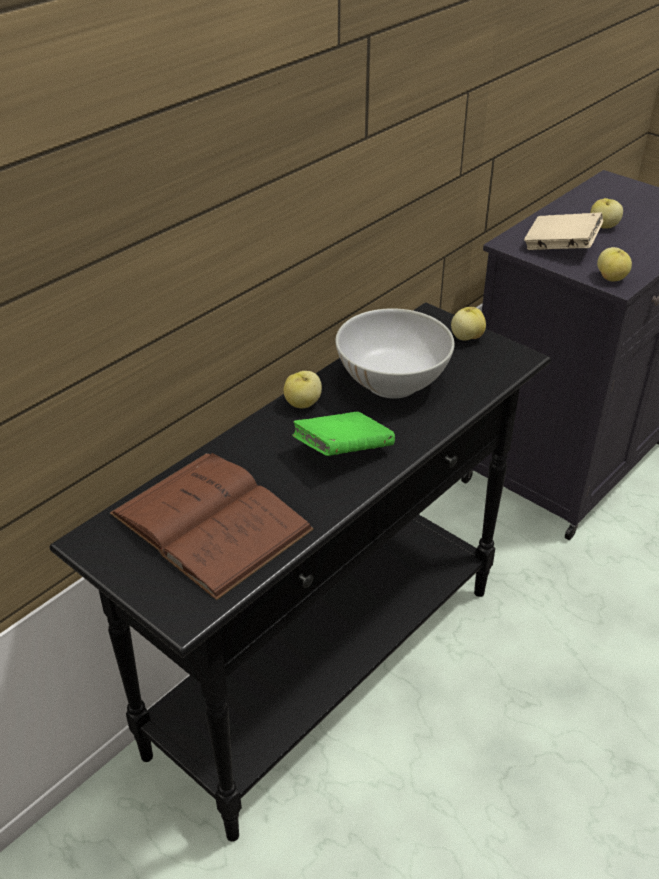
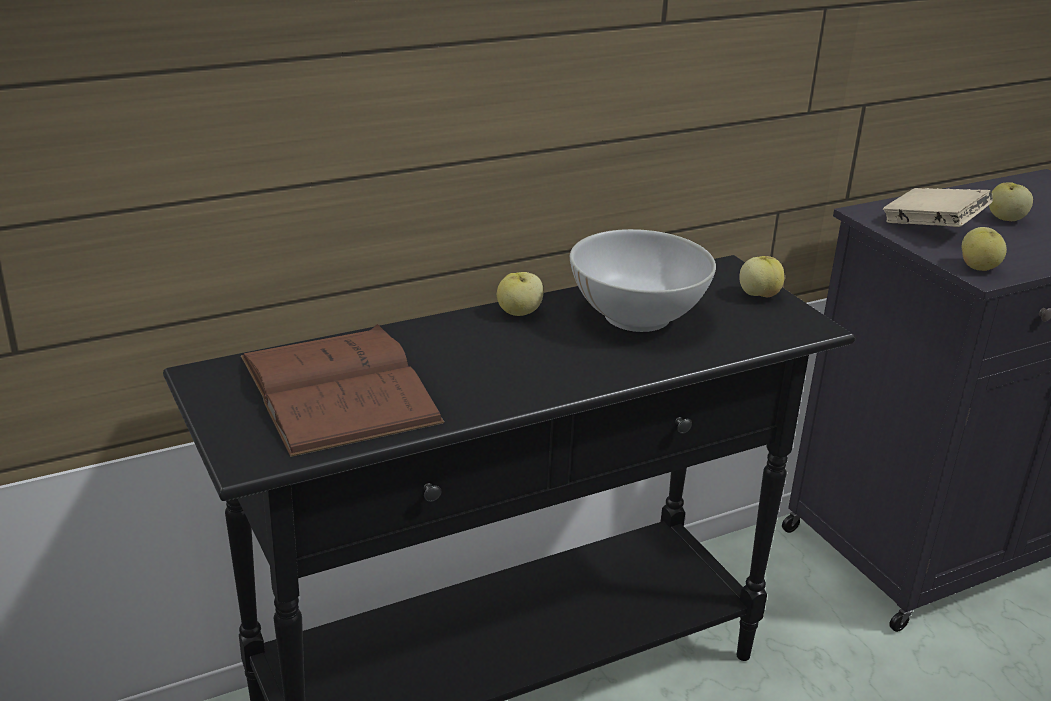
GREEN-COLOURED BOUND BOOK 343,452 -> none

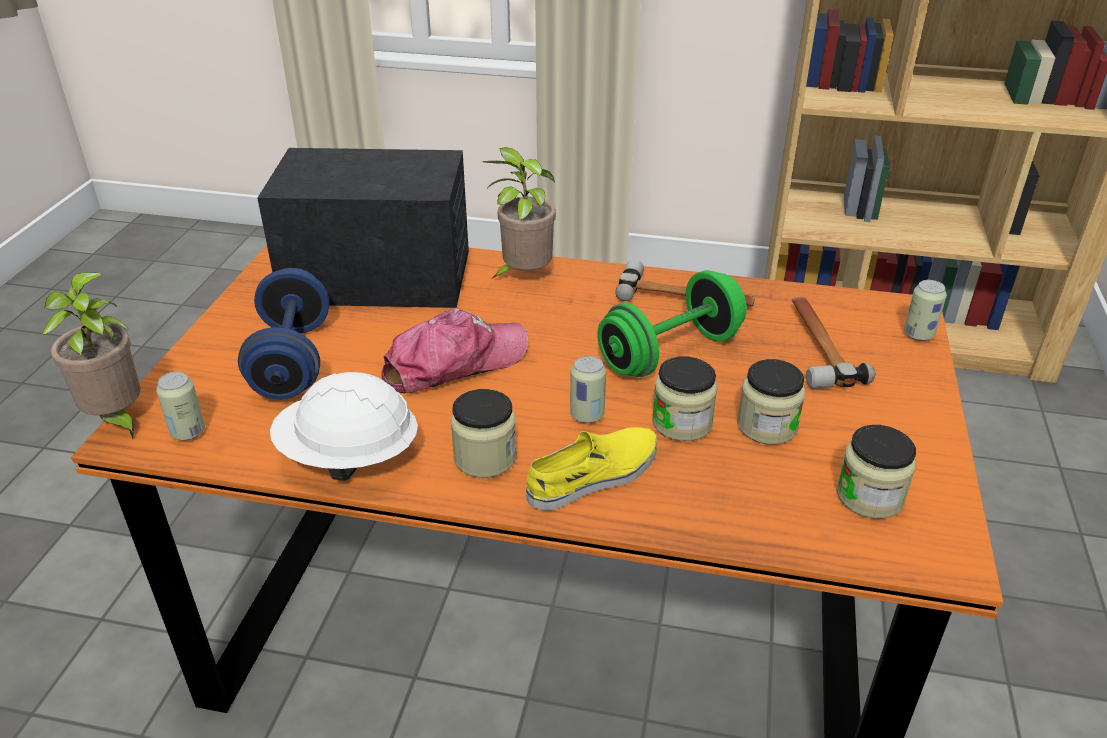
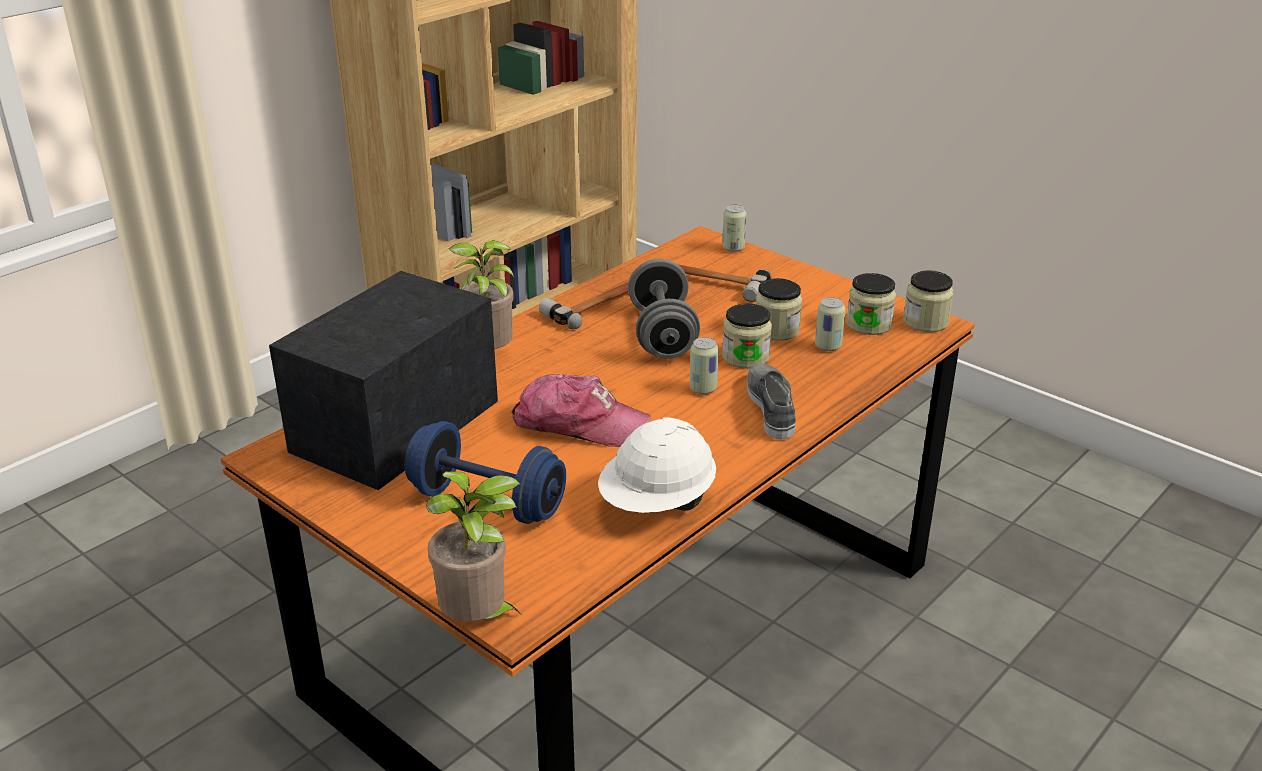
CAP 454,363 -> CAP 579,424, 105 degrees clockwise
GREEN-COLOURED FREE WEIGHT 670,353 -> GRAY FREE WEIGHT 662,334
YELLOWISH SHOE 595,476 -> GRAY SHOE 772,406
SEALED CAN 188,432 -> SEALED CAN 828,346, move
STORAGE JAR 485,457 -> STORAGE JAR 925,322, move

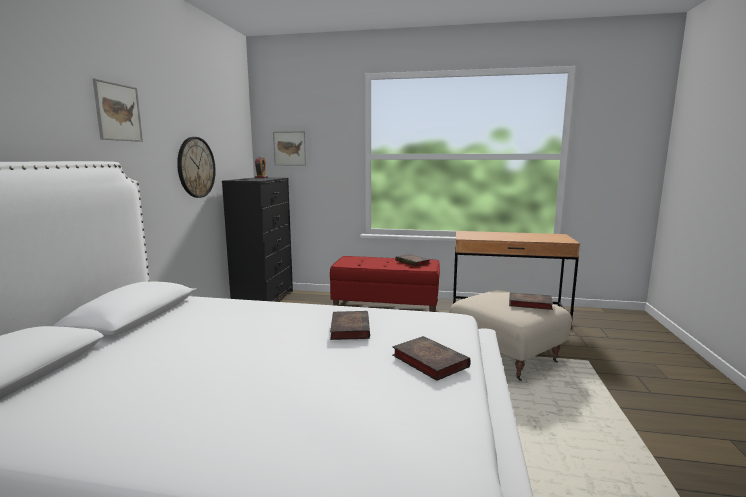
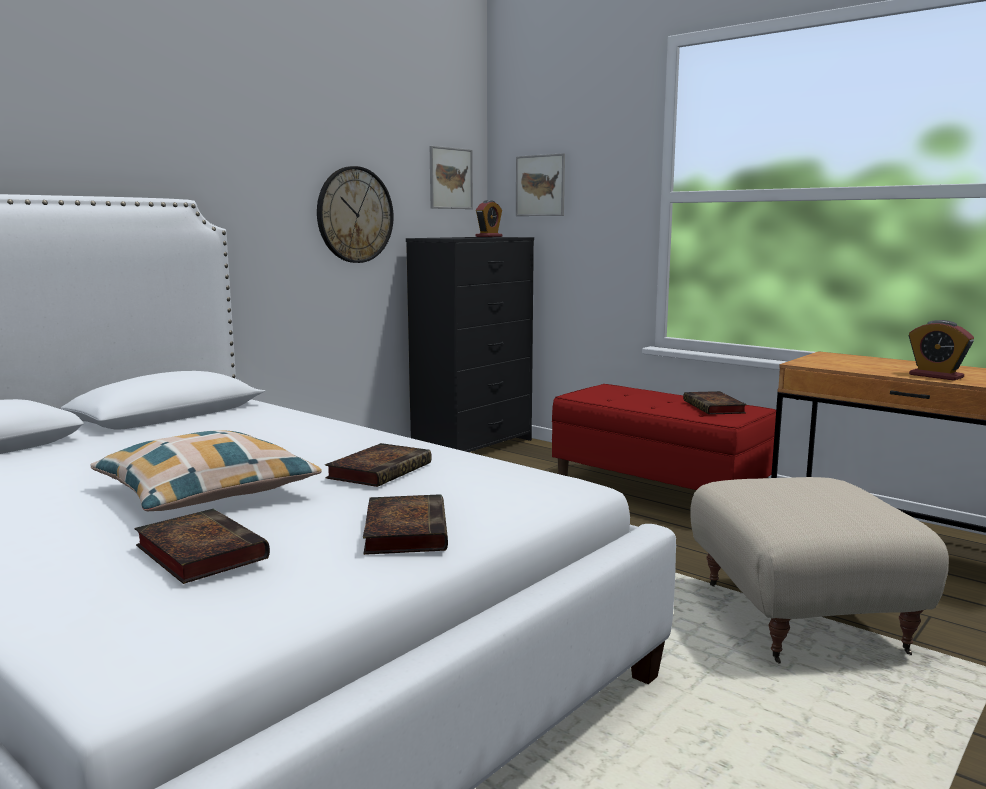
none -> CUSHION 207,491
BOUND BOOK 528,304 -> BOUND BOOK 198,552, move
PICTURE 118,112 -> PICTURE 450,178, move
none -> TABLE CLOCK 936,376

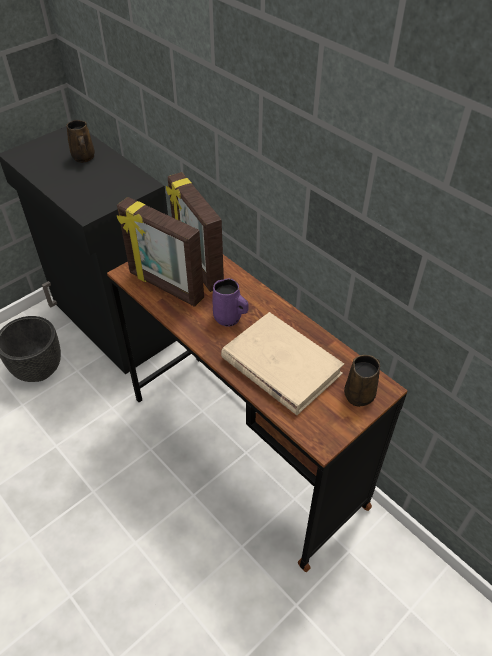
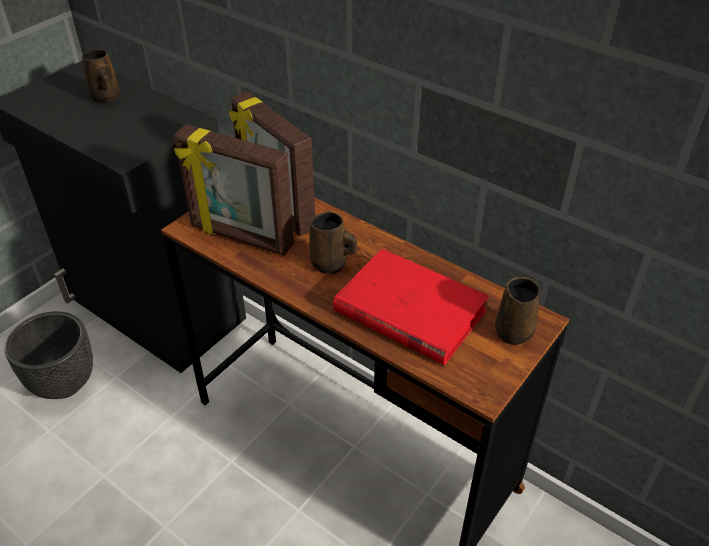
PURPLE MUG 229,318 -> BROWN MUG 331,264
BEIGE BOUND BOOK 280,365 -> RED-COLOURED BOUND BOOK 409,310

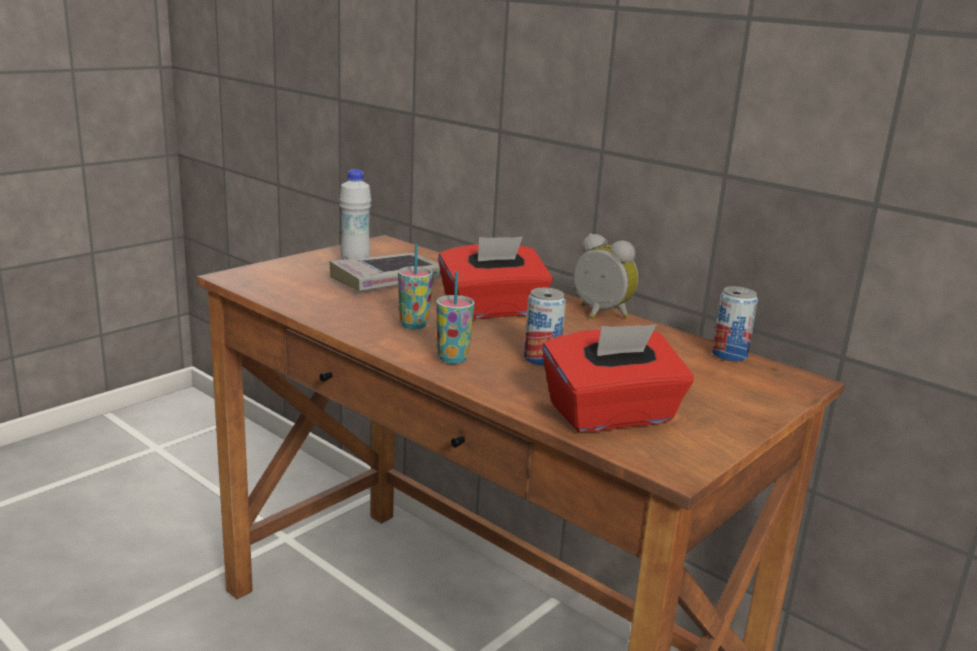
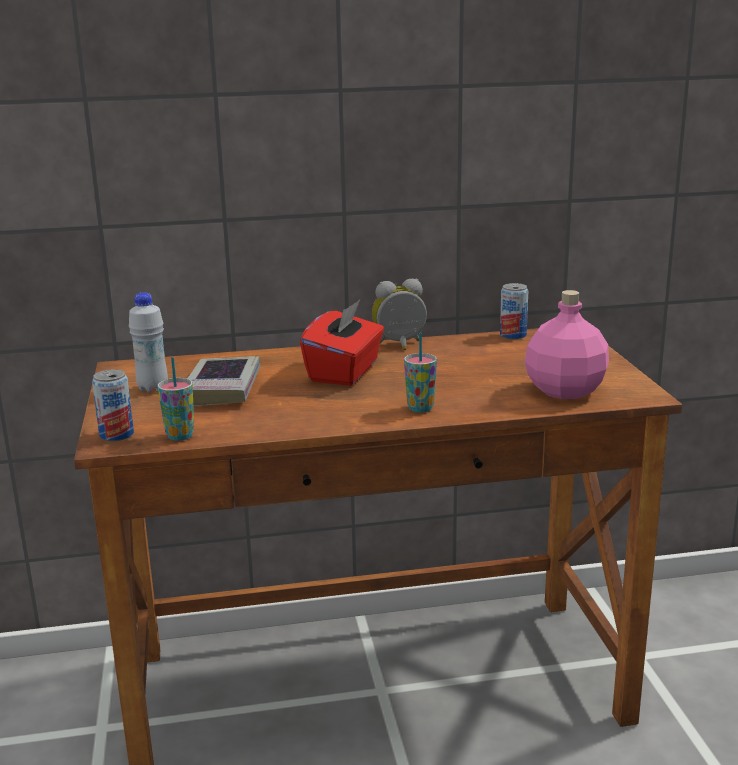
SEALED CAN 542,359 -> SEALED CAN 116,435, move
CUP 414,325 -> CUP 180,436, move
RED-COLOURED BOX OF TISSUES 612,415 -> PINKISH BOTTLE 564,390

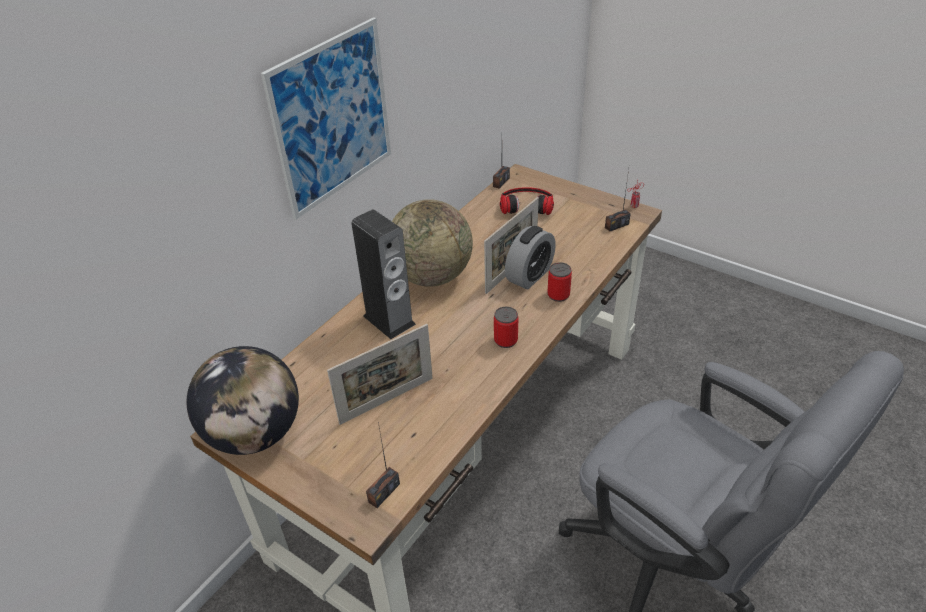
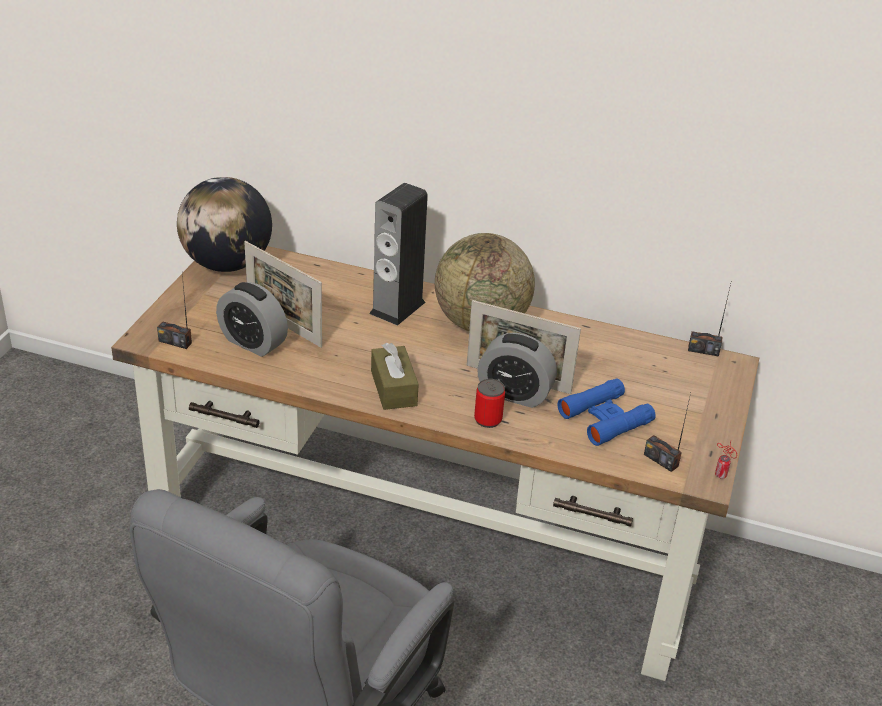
none -> TABLE CLOCK 253,342
SEALED CAN 505,340 -> BROWN BOX OF TISSUES 393,388
none -> BLUE-COLOURED FIELD GLASSES 605,418
PICTURE 333,118 -> none
HEADSET 526,204 -> none

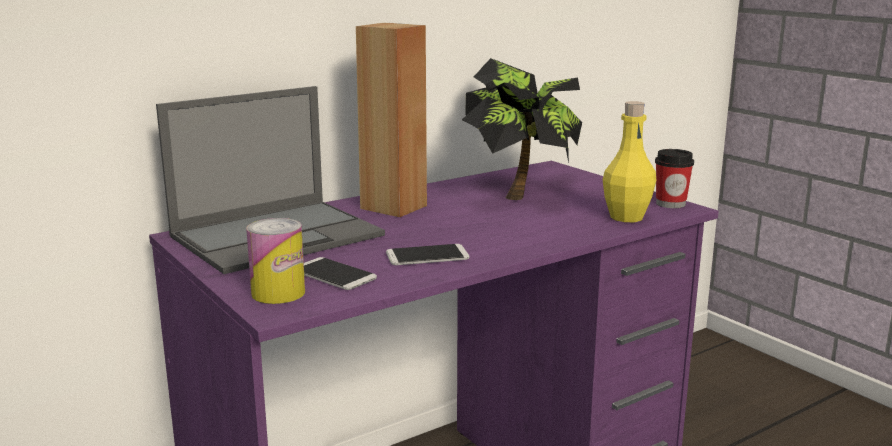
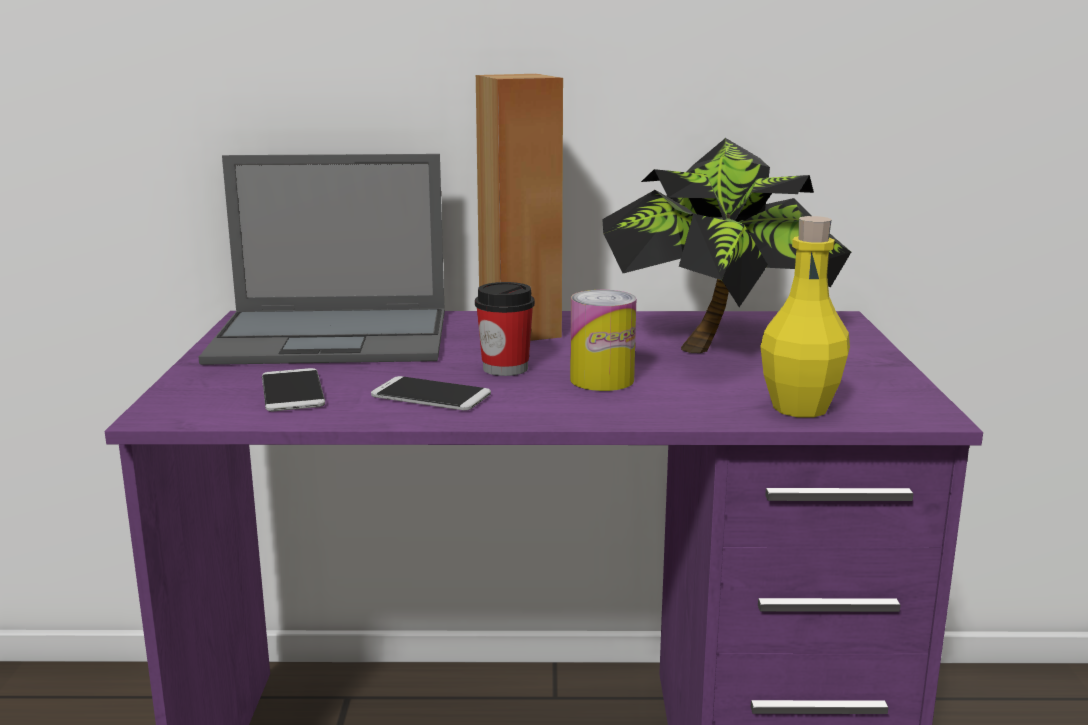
CUP 670,204 -> CUP 505,368, move
SEALED CAN 278,293 -> SEALED CAN 602,380, move

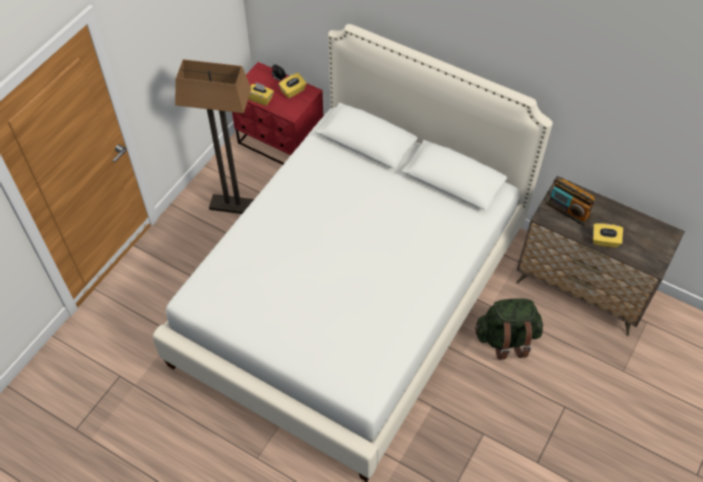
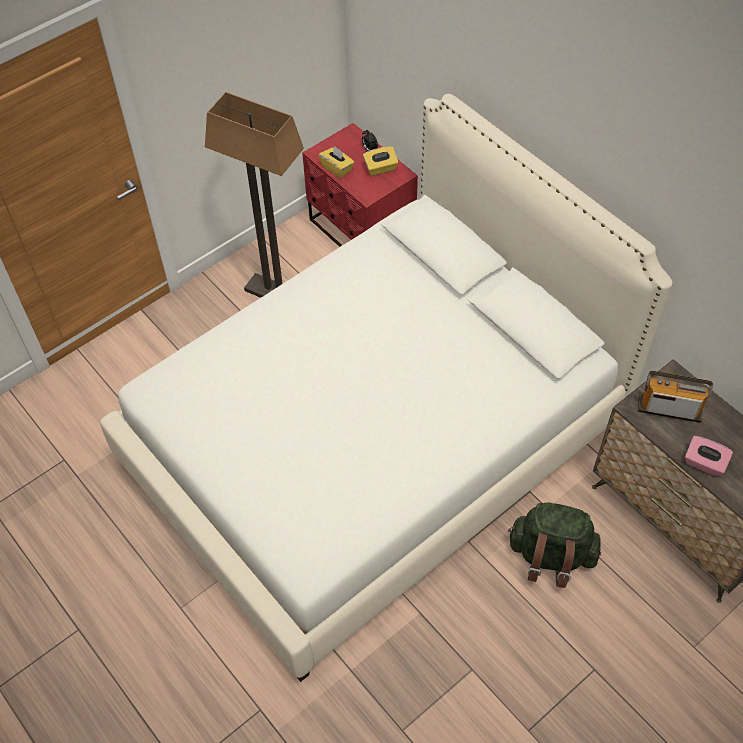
RADIO RECEIVER 568,210 -> RADIO RECEIVER 669,409, 135 degrees clockwise
YELLOWISH BOX OF TISSUES 604,241 -> PINKISH BOX OF TISSUES 704,463

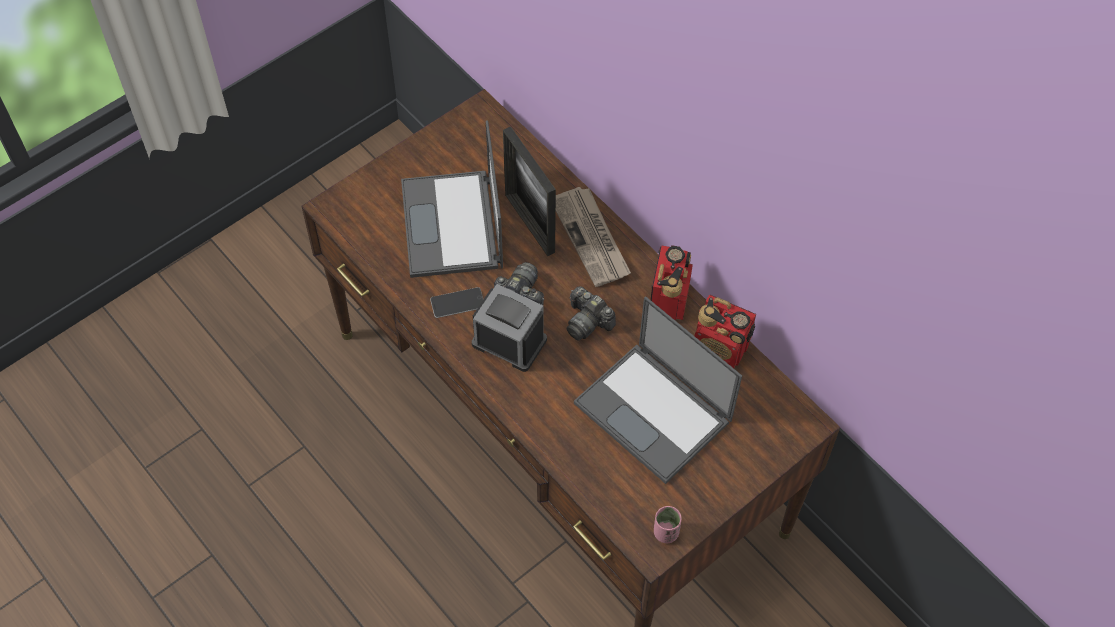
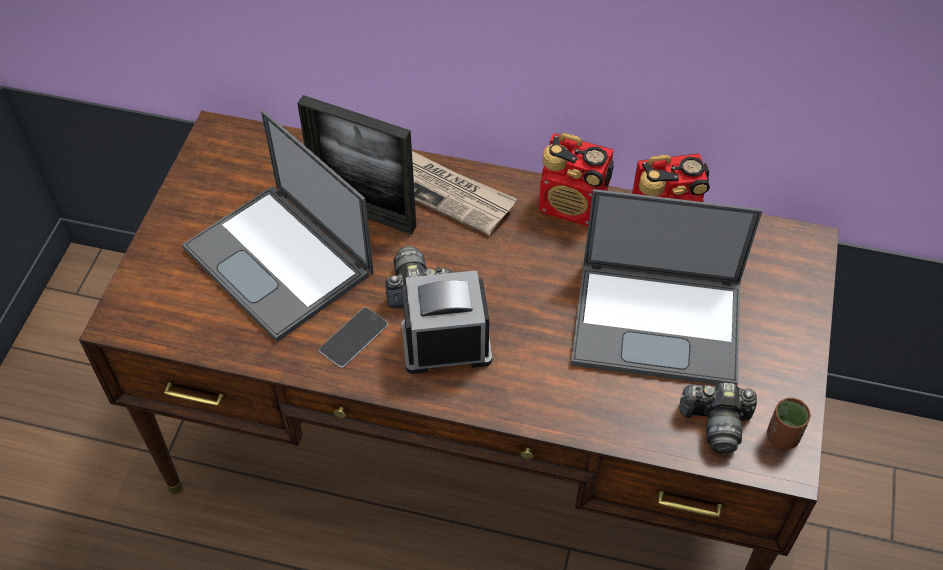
RADIO RECEIVER 668,300 -> RADIO RECEIVER 572,206, 135 degrees clockwise
STILL CAMERA 587,321 -> STILL CAMERA 716,423, move
PINKISH CUP 665,532 -> BROWN CUP 782,436

